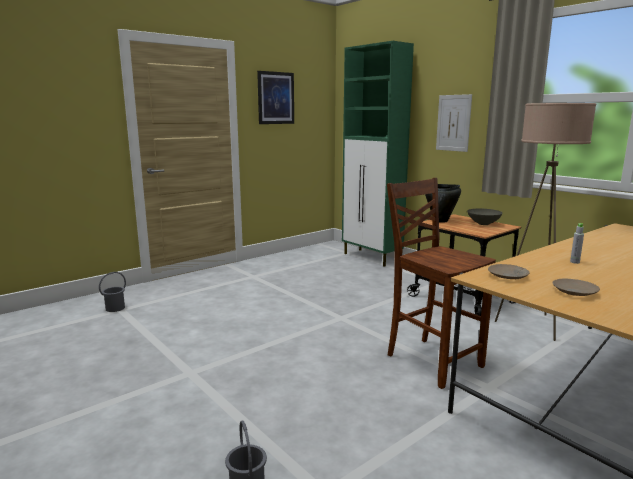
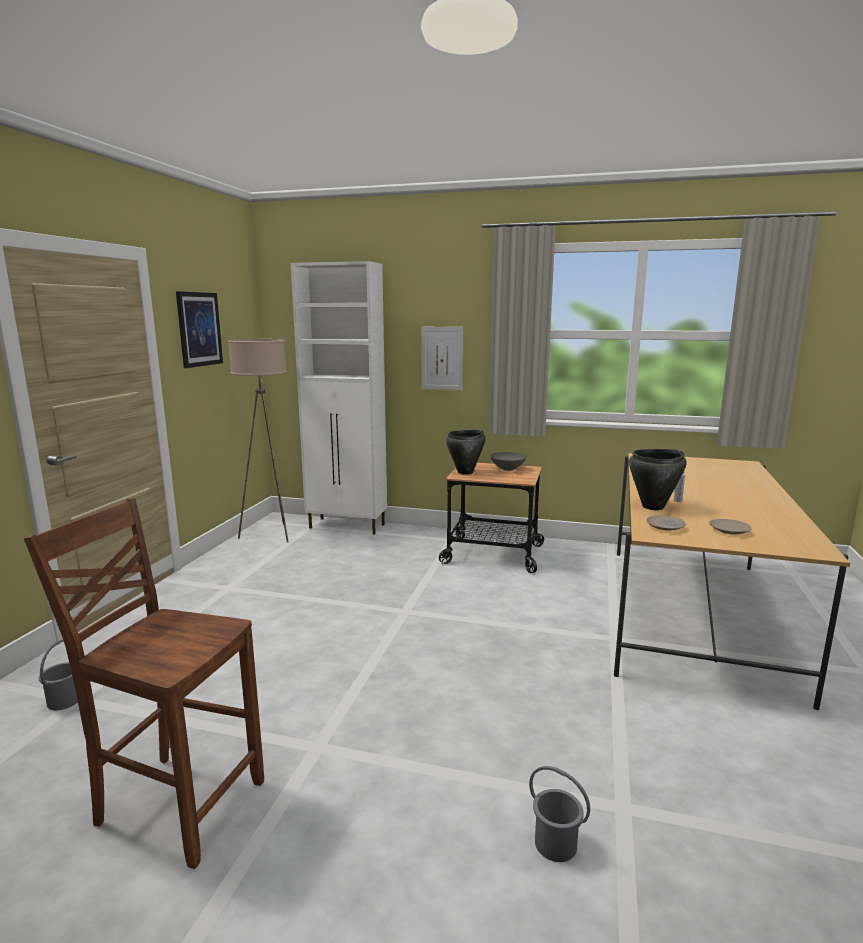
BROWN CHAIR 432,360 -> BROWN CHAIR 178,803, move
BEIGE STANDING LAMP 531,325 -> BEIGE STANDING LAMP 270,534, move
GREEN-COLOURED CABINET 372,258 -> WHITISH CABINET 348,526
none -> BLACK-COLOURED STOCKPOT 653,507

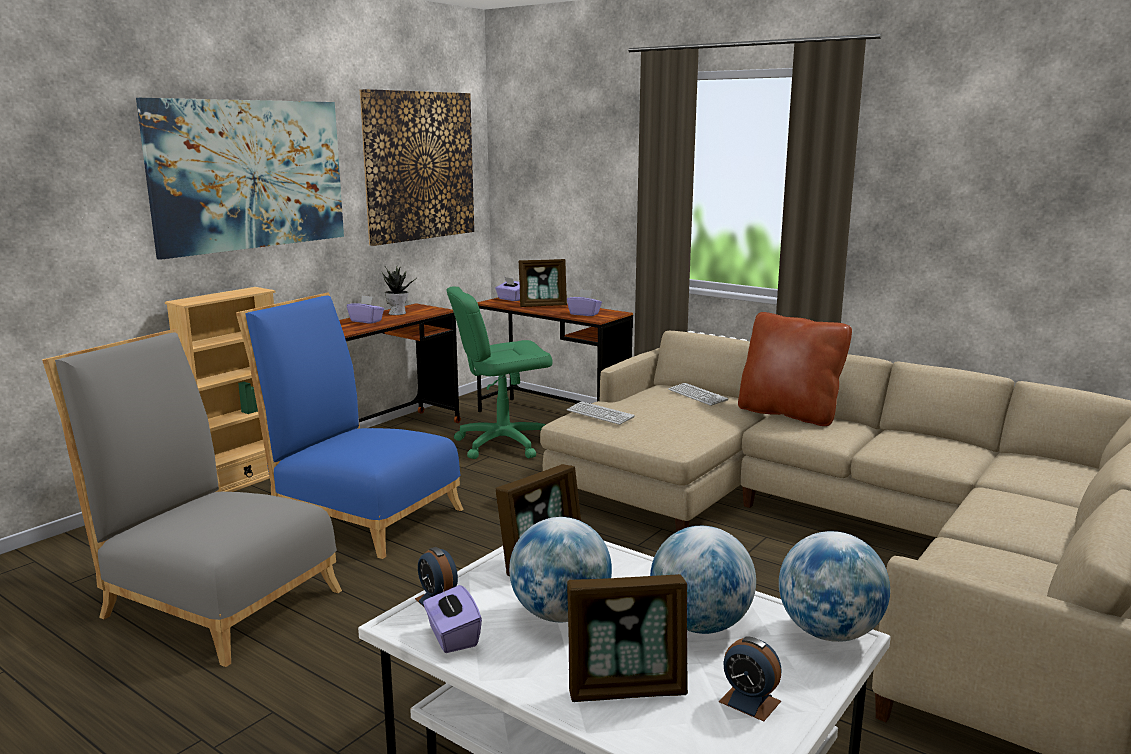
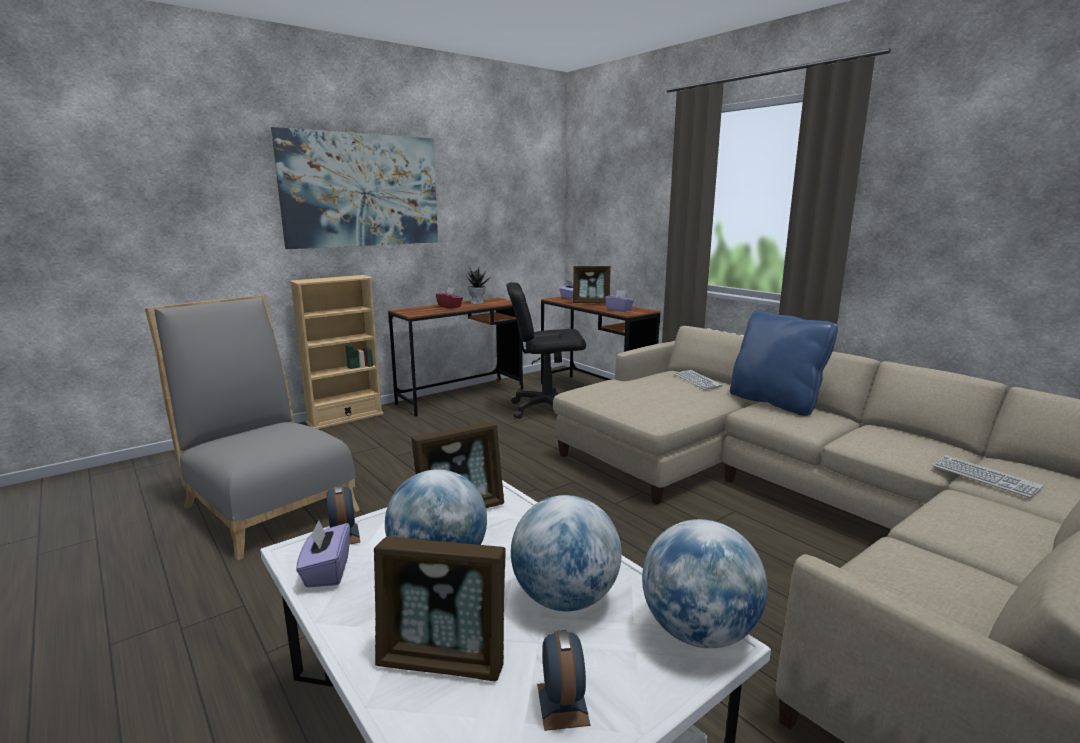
PURPLE BOX OF TISSUES 366,321 -> RED-COLOURED BOX OF TISSUES 449,306
GREEN-COLOURED OFFICE CHAIR 502,444 -> BLACK-COLOURED OFFICE CHAIR 546,409
TABLE CLOCK 749,701 -> TABLE CLOCK 562,704, 150 degrees counterclockwise
BROWN CUSHION 789,414 -> BLUE-COLOURED CUSHION 775,402
COMPUTER KEYBOARD 600,414 -> COMPUTER KEYBOARD 985,477, move
BLUE-COLOURED CHAIR 359,513 -> none
PICTURE 419,166 -> none

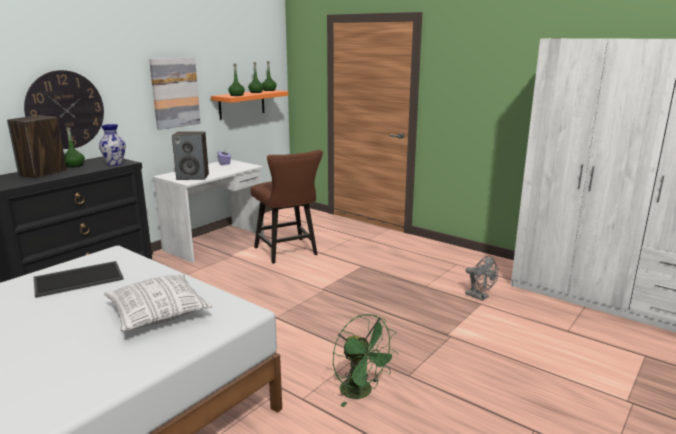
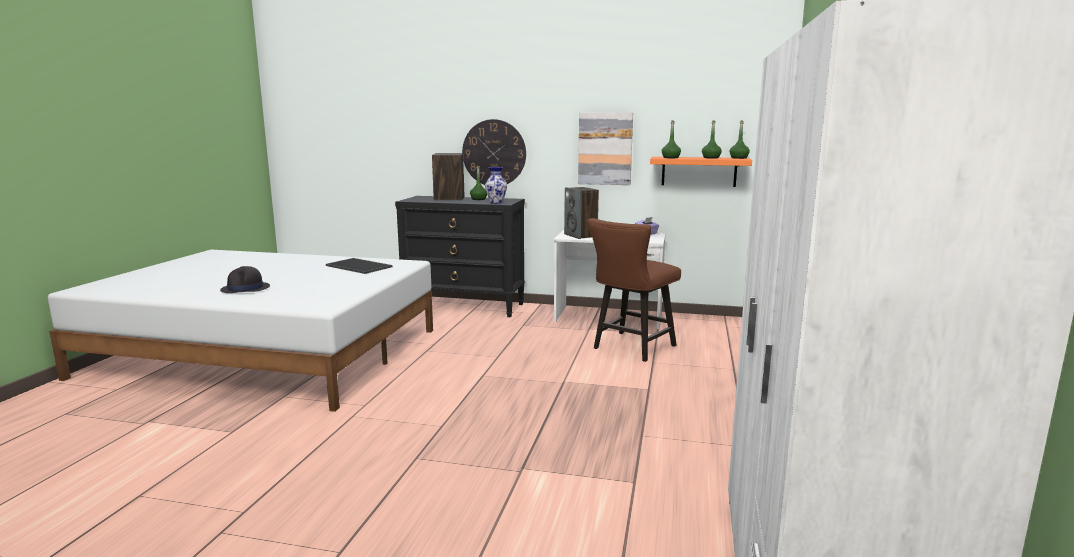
none -> BLACK-COLOURED CLOTHING HAT 245,289
CUSHION 158,313 -> none
GREEN-COLOURED COOLING FAN 362,392 -> none
GRAY COOLING FAN 480,297 -> none

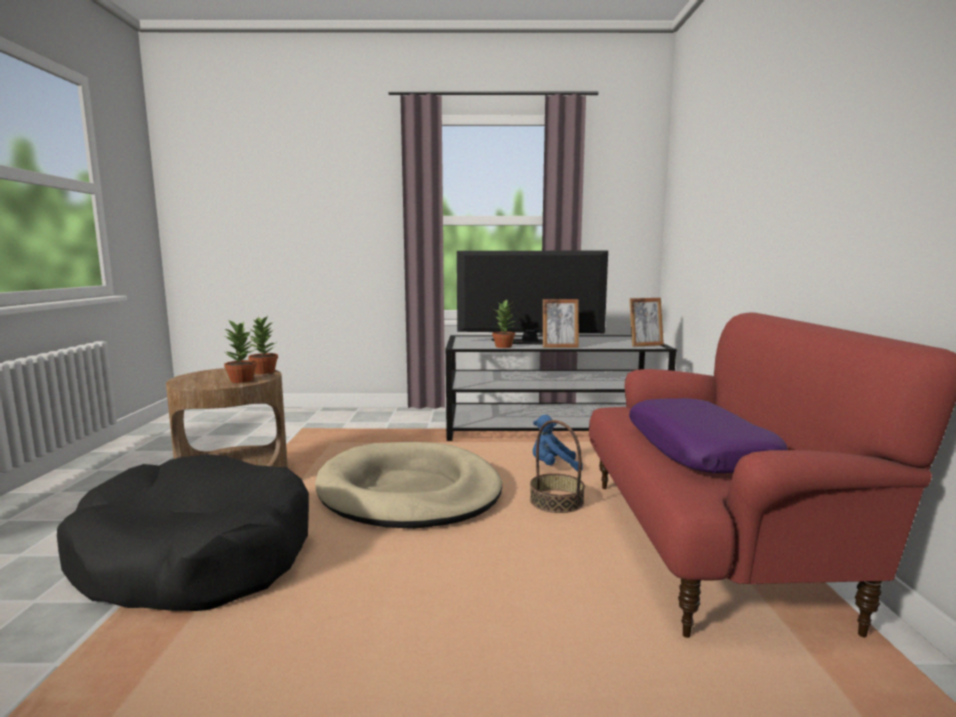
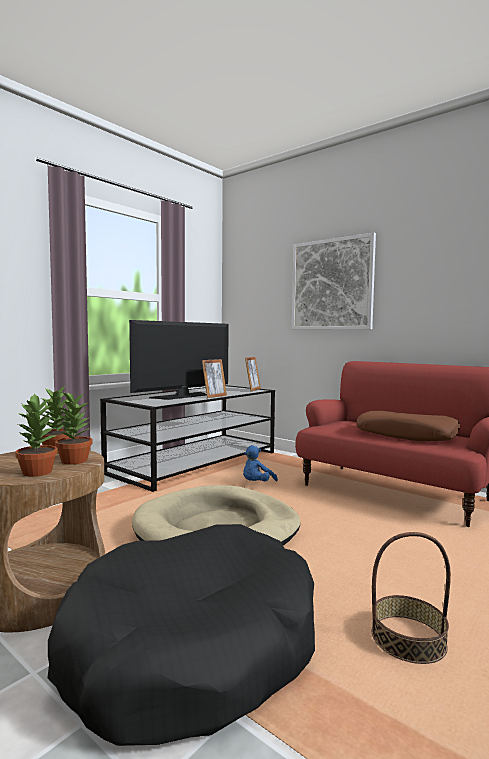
HOUSEPLANT 504,346 -> HOUSEPLANT 38,472, move
none -> PICTURE 331,284
PURPLE CUSHION 698,450 -> BROWN CUSHION 406,435
HOUSEHOLD BASKET 556,501 -> HOUSEHOLD BASKET 408,639, move

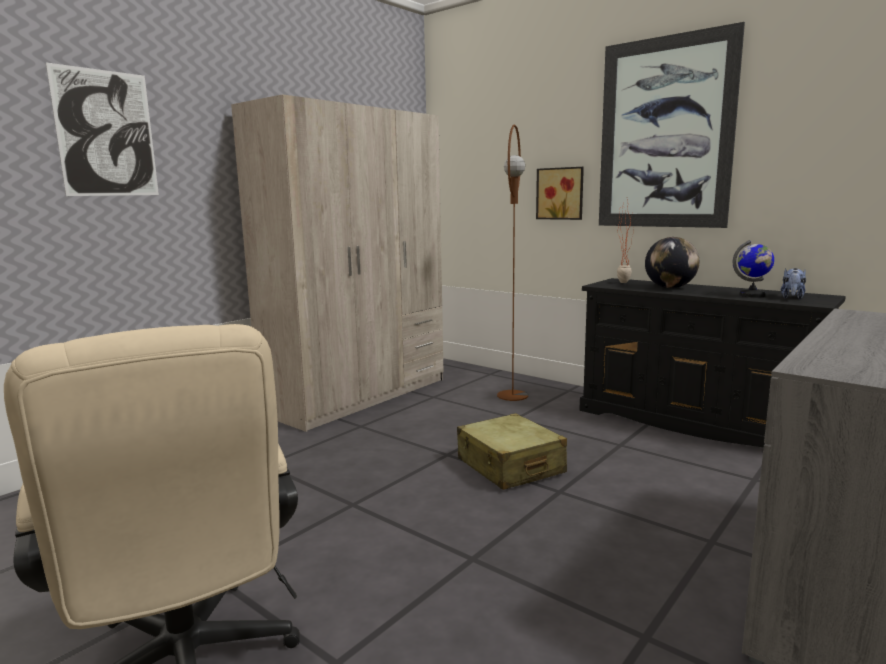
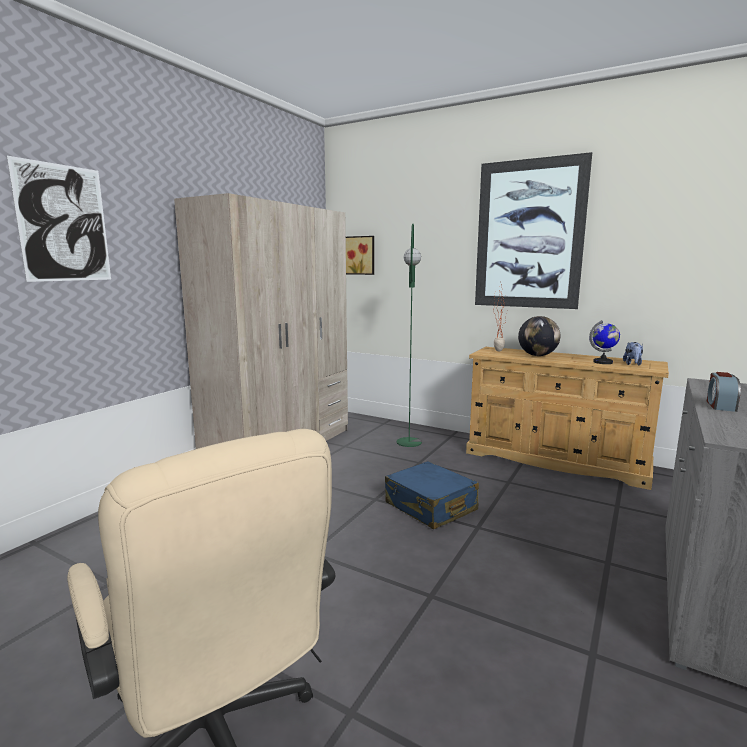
PICTURE 560,193 -> PICTURE 359,255, move
BEIGE PIECE OF LUGGAGE 510,466 -> BLUE-COLOURED PIECE OF LUGGAGE 430,507
BROWN STANDING LAMP 512,395 -> GREEN-COLOURED STANDING LAMP 409,442
BLACK-COLOURED DRESSER 695,423 -> BEIGE DRESSER 556,460
none -> TABLE CLOCK 720,405

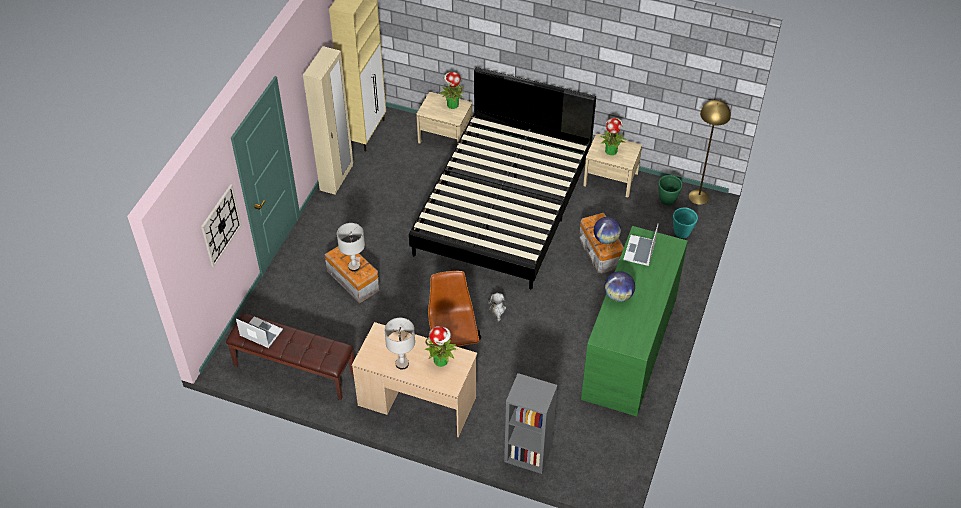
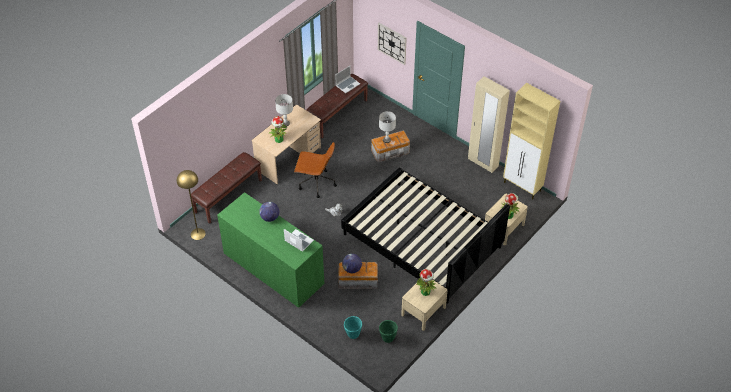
YELLOWISH STANDING LAMP 699,196 -> YELLOWISH STANDING LAMP 198,234, move
GRAY BOOKSHELF 527,454 -> BROWN LONG SEAT 228,196

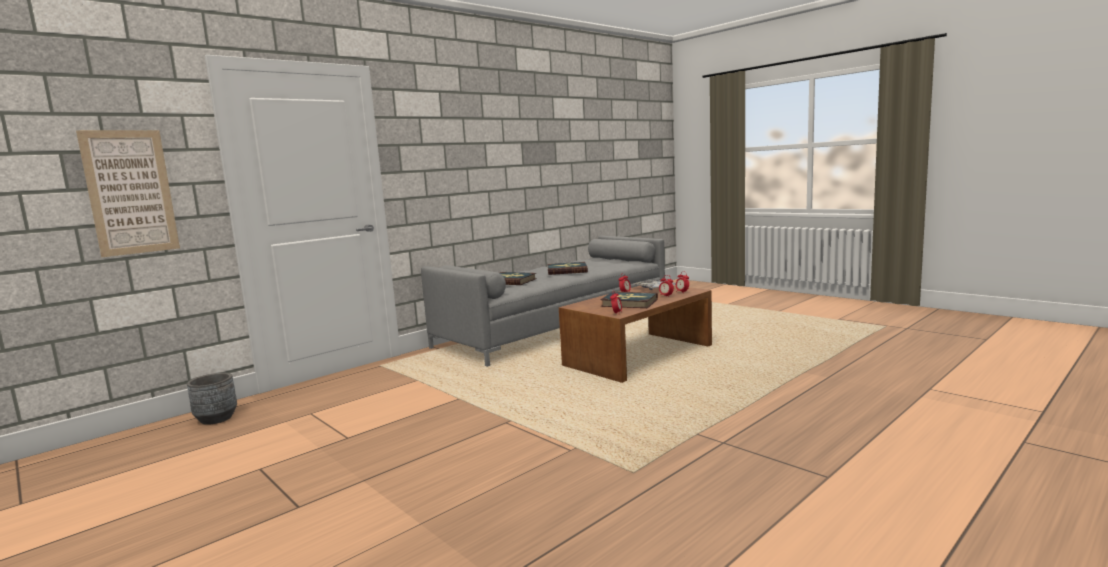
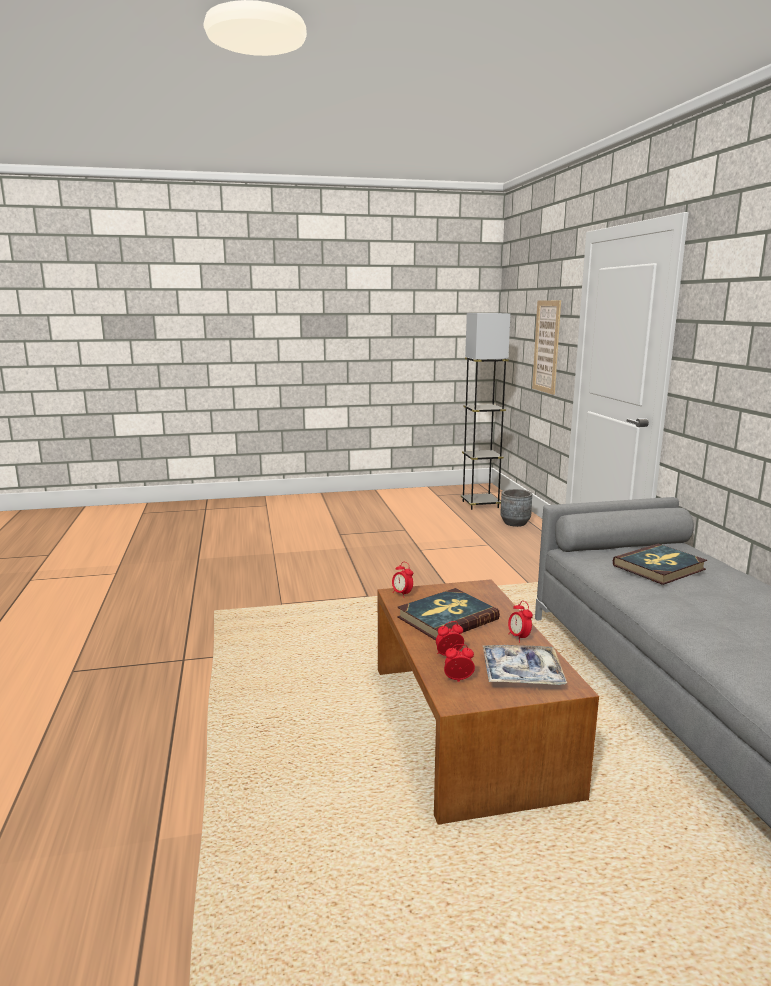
none -> GRAY STANDING LAMP 480,504
BOUND BOOK 567,271 -> none

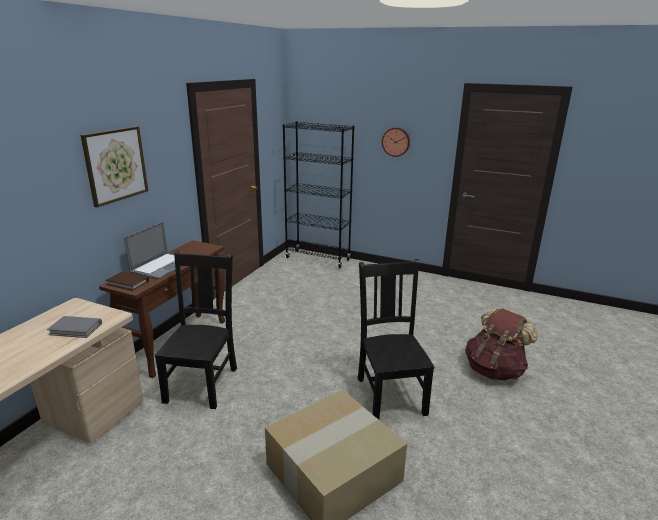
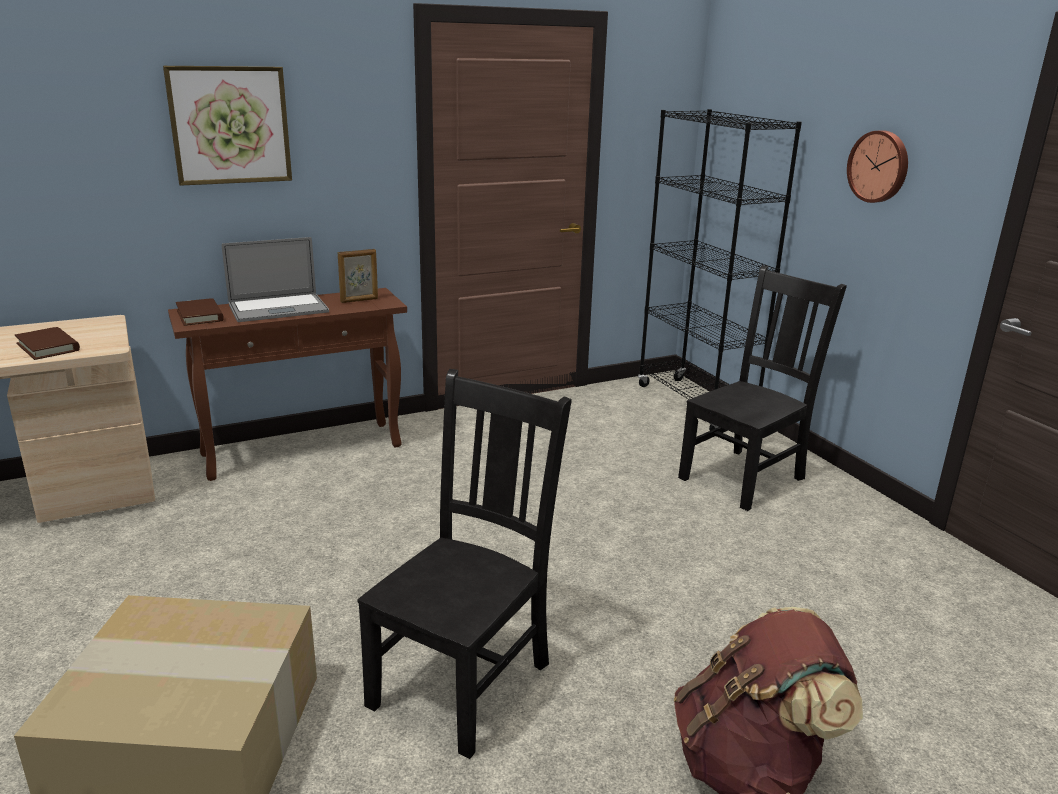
GRAY BOUND BOOK 76,329 -> BROWN BOUND BOOK 48,347
none -> STANDING FRAME 359,300
BLACK-COLOURED CHAIR 203,383 -> BLACK-COLOURED CHAIR 745,477, move

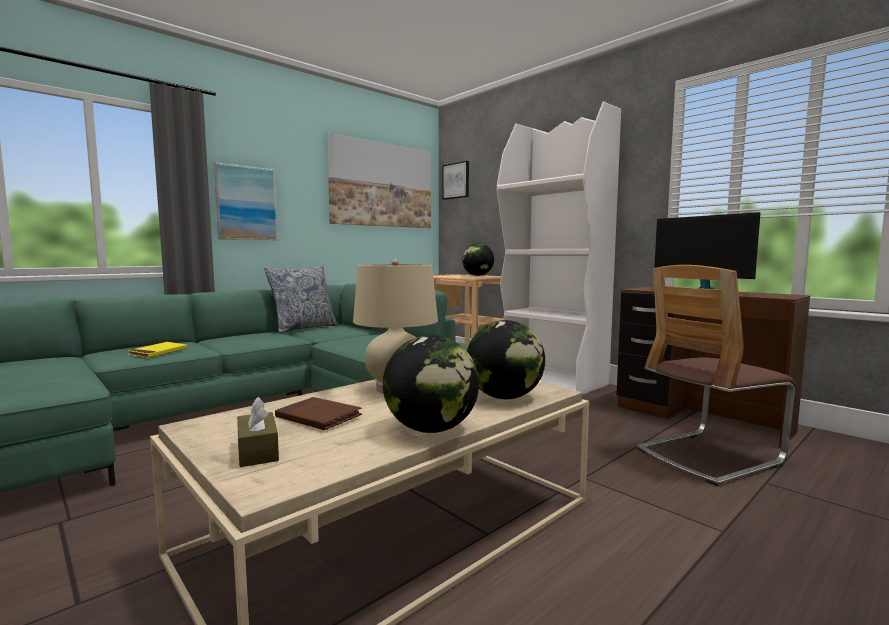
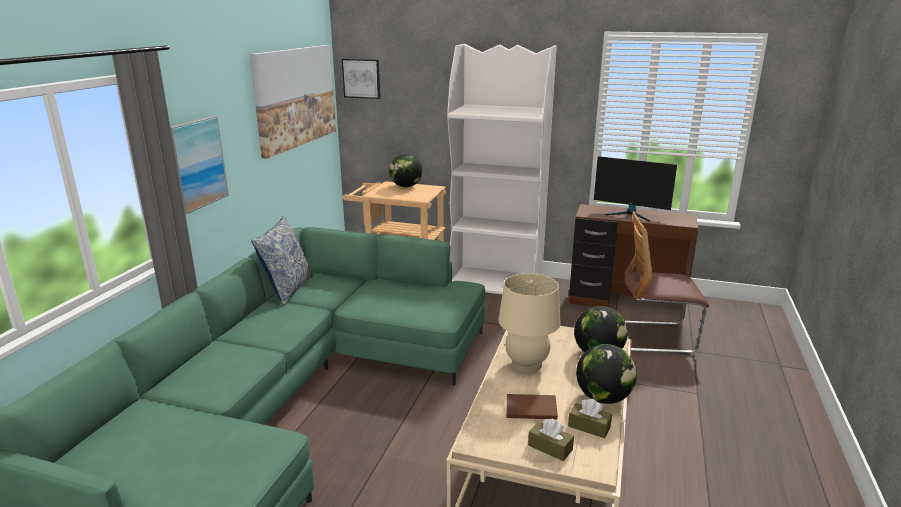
none -> BROWN BOX OF TISSUES 589,427
CHAIR 708,456 -> CHAIR 654,338, 60 degrees clockwise
YELLOWISH BOUND BOOK 158,352 -> none

